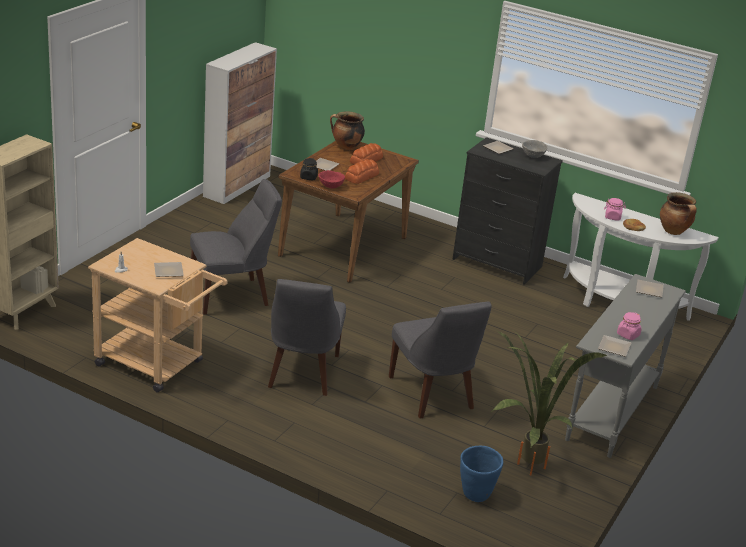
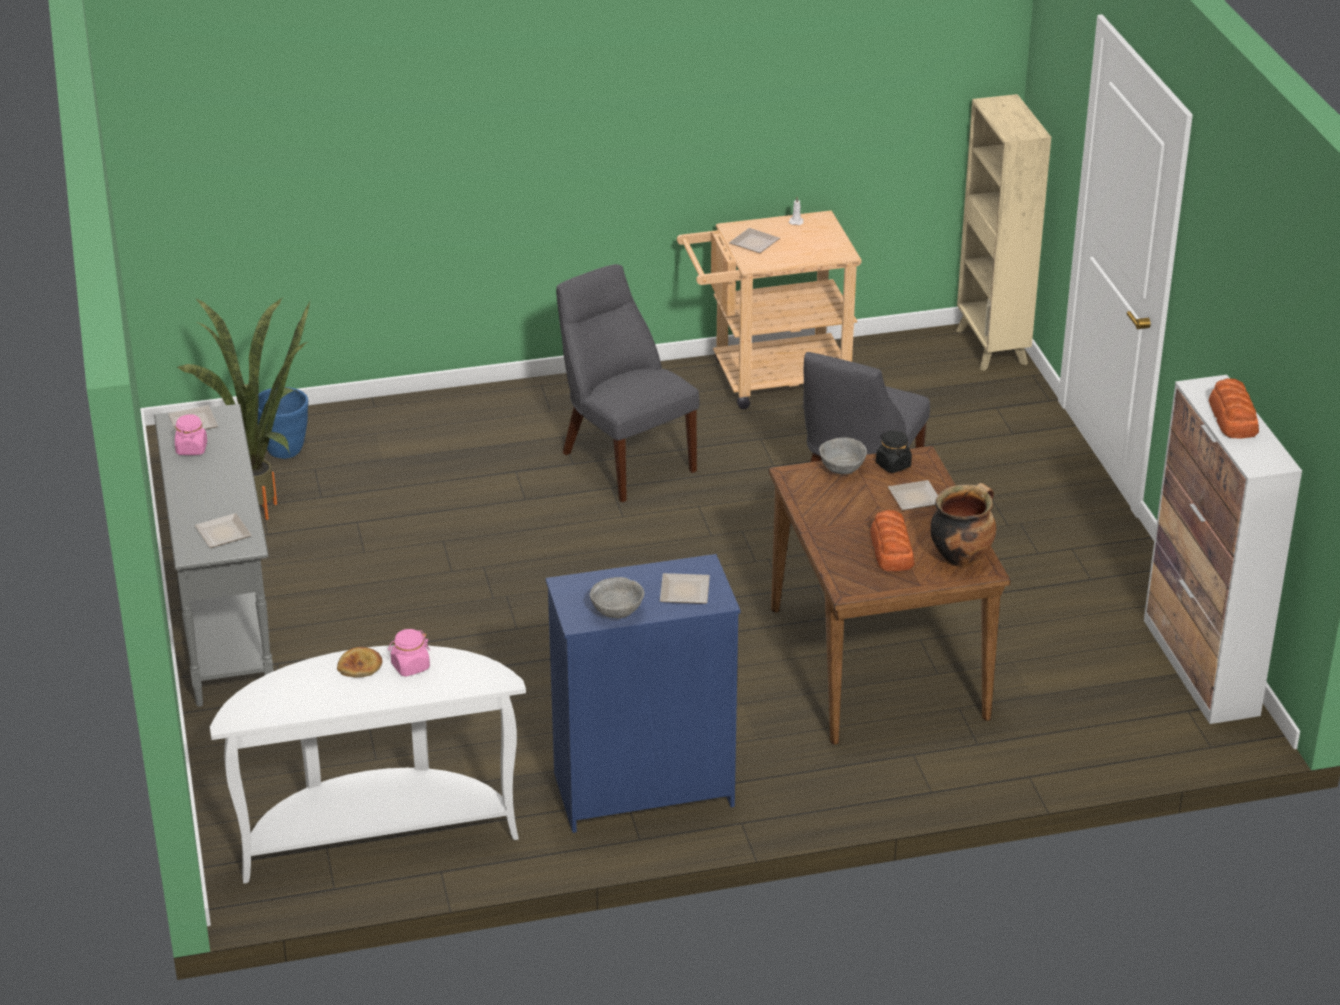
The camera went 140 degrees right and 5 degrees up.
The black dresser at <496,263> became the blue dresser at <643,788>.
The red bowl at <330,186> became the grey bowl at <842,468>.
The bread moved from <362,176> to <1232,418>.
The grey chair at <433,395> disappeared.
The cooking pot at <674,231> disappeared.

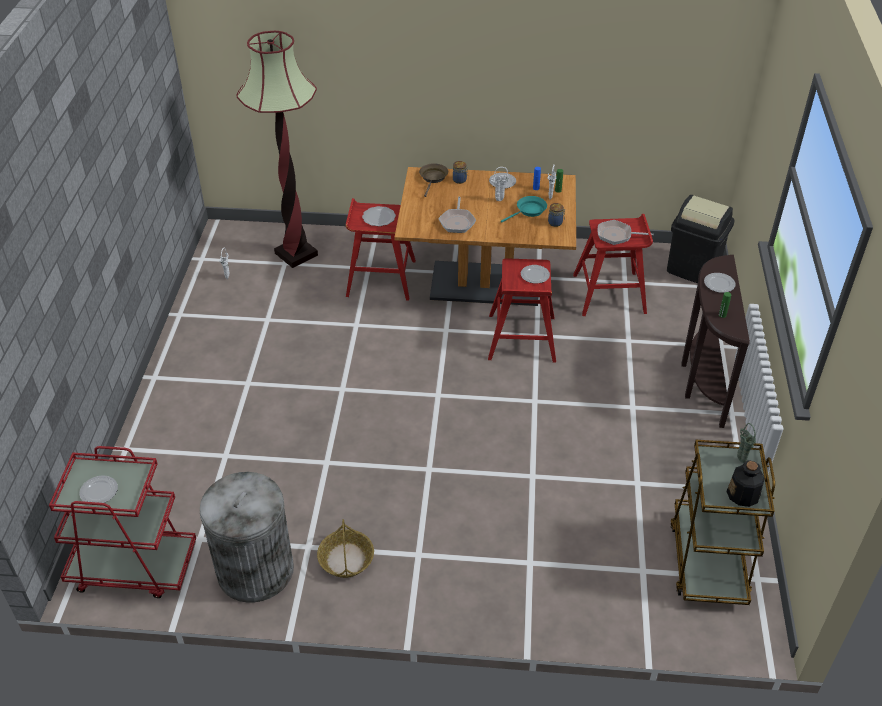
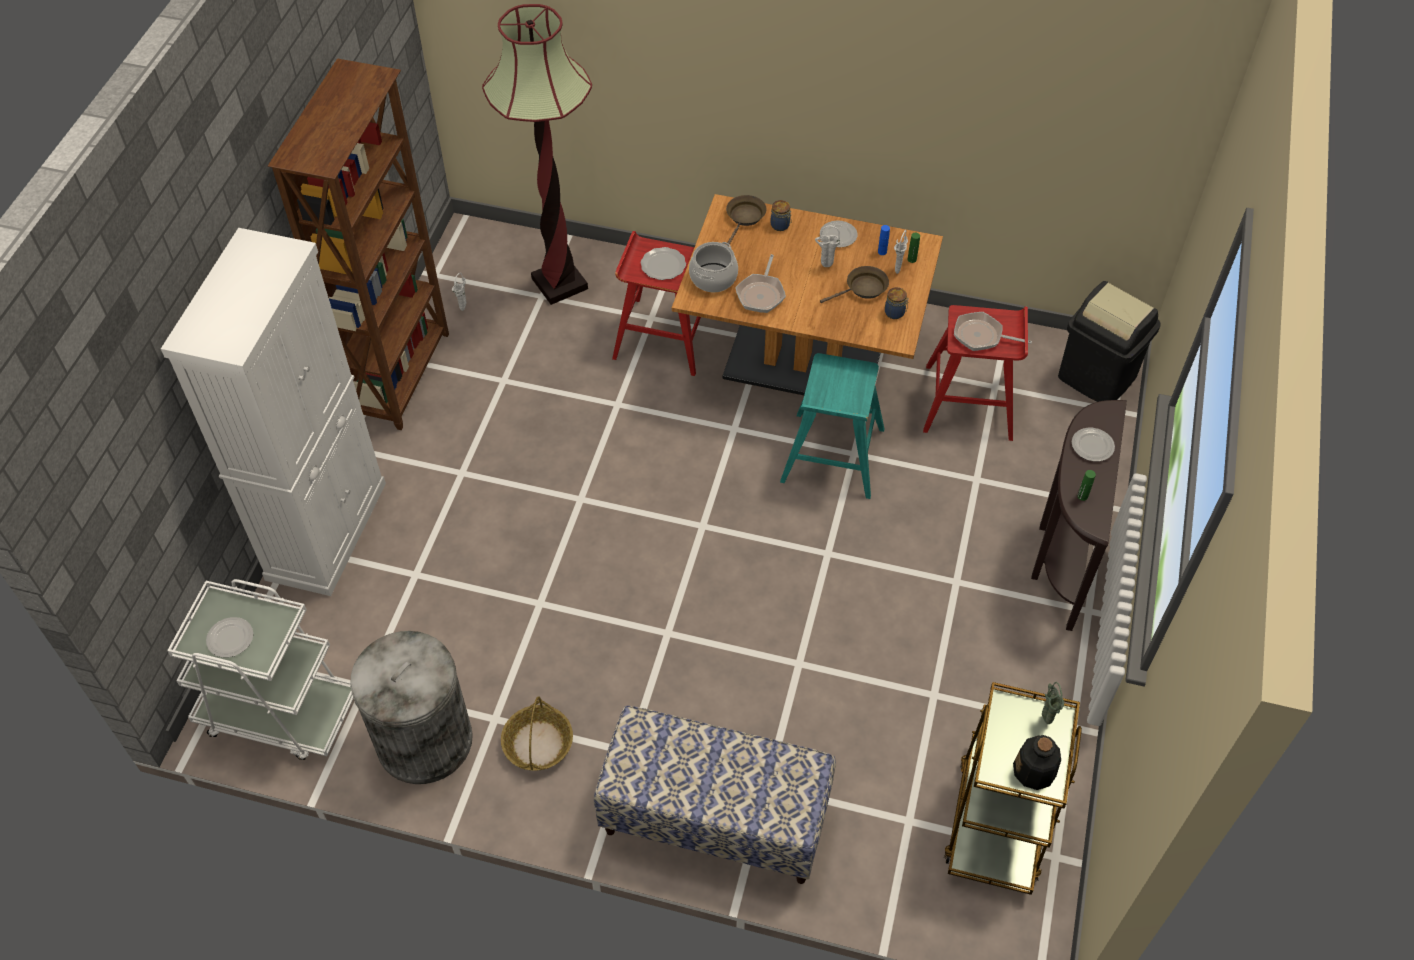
The camera went 10 degrees right and 10 degrees up.
The white cabinet at <327,530> appeared.
The red cart at <132,567> became the white cart at <278,712>.
The brown bookcase at <402,375> appeared.
The bench at <714,819> appeared.
The cooking pot at <713,278> appeared.
The red stool at <521,339> became the turquoise stool at <832,456>.
The turquoise frying pan at <529,211> became the brown frying pan at <863,289>.
The plate at <535,275> disappeared.

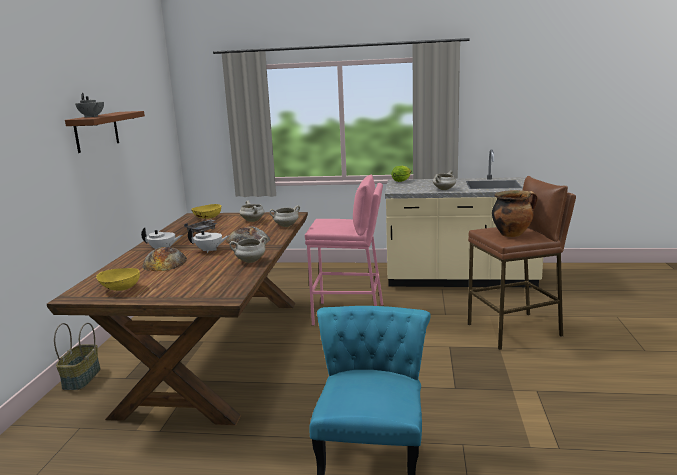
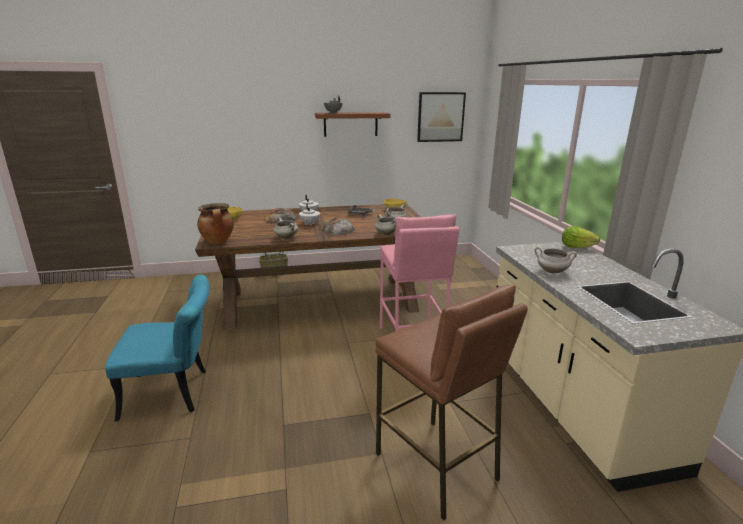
The camera went 70 degrees right and 5 degrees up.
The cooking pot moved from <512,234> to <218,242>.
The picture at <440,117> appeared.

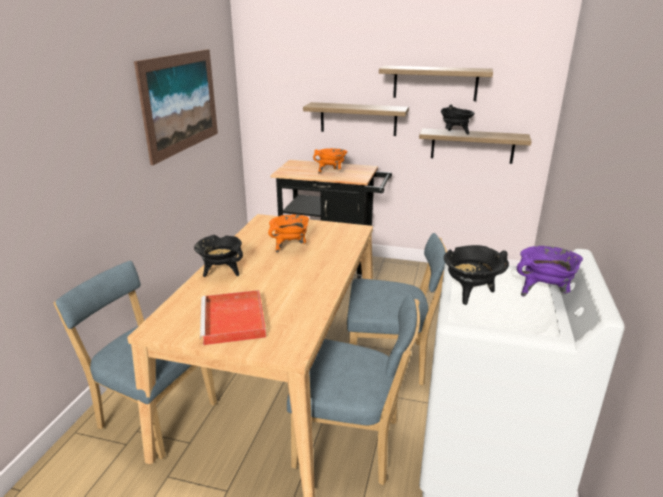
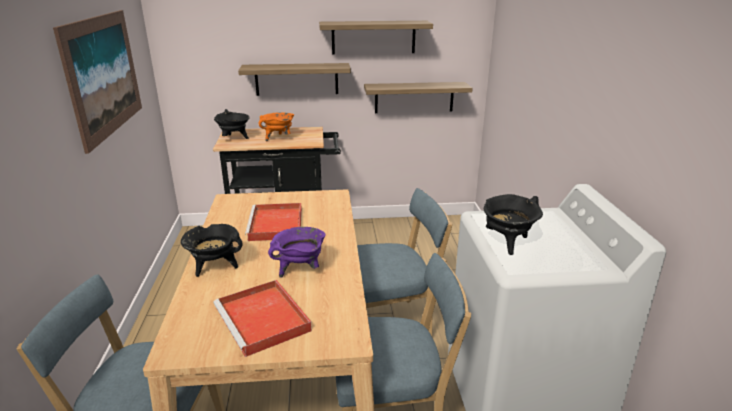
The camera went 20 degrees left and 0 degrees up.
The black cooking pot moved from <455,133> to <234,138>.
The orange cooking pot at <290,247> was replaced by the red tray at <276,225>.
The purple cooking pot moved from <543,292> to <300,269>.

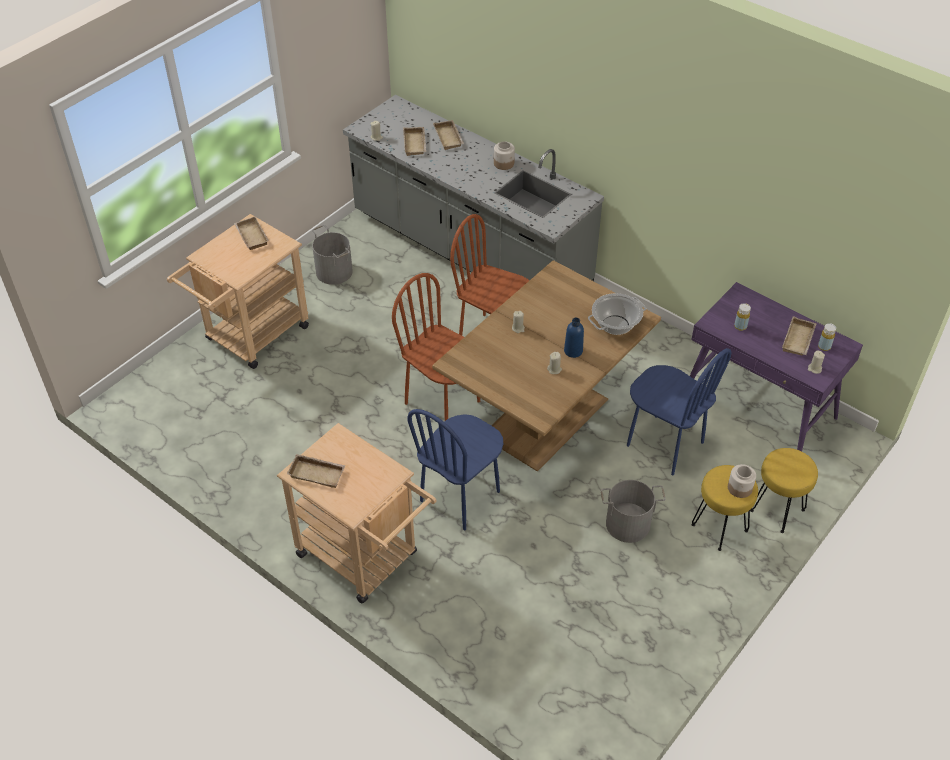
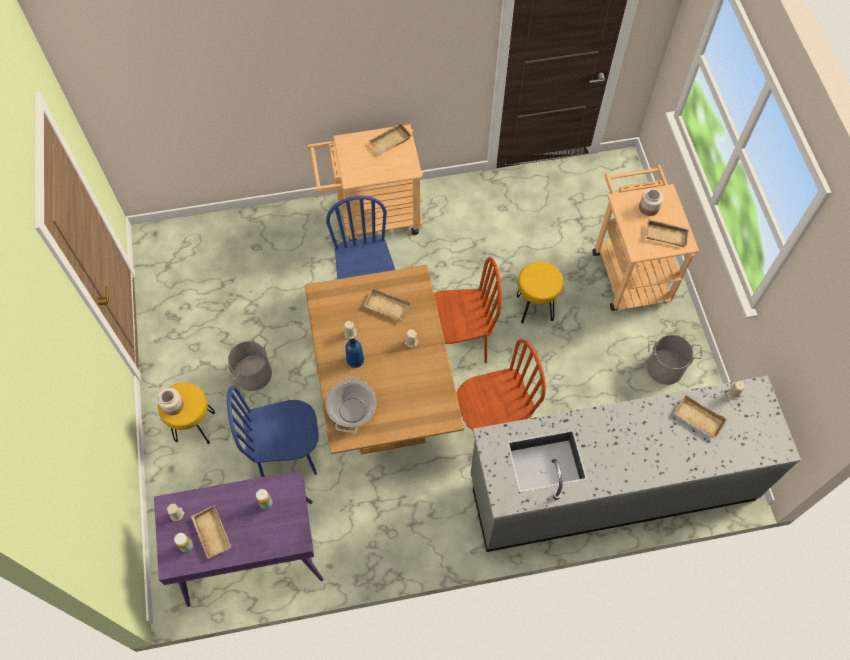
The camera went 130 degrees right and 15 degrees up.
The beige tray moved from <449,138> to <386,307>.
The yellow stool moved from <777,509> to <535,308>.
The jar moved from <504,163> to <648,208>.

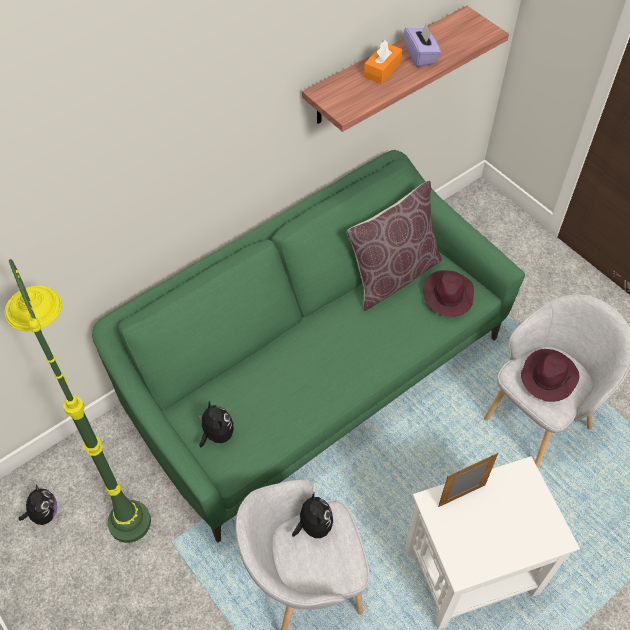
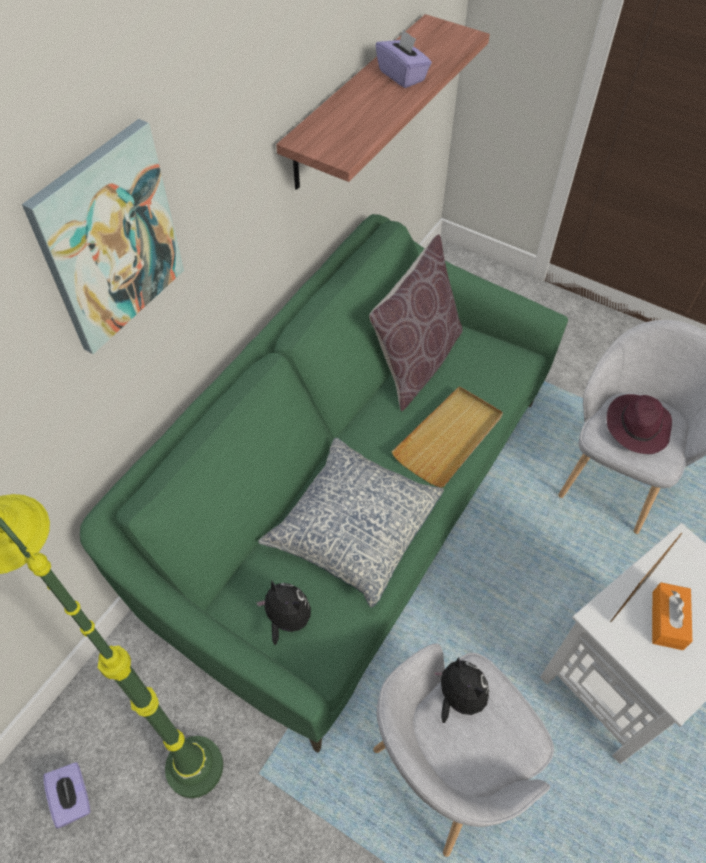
The camera went 20 degrees left and 0 degrees up.
The picture at <109,239> appeared.
The plush toy at <44,513> was replaced by the purple tissue box at <74,798>.
The pillow at <353,527> appeared.
The beige tray at <449,438> appeared.
The orange tissue box moved from <382,70> to <667,620>.
The purple hat at <447,295> disappeared.

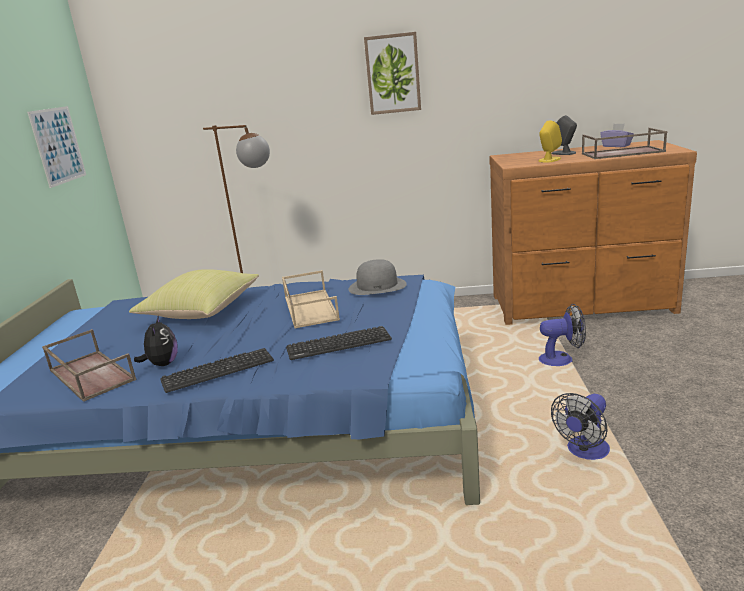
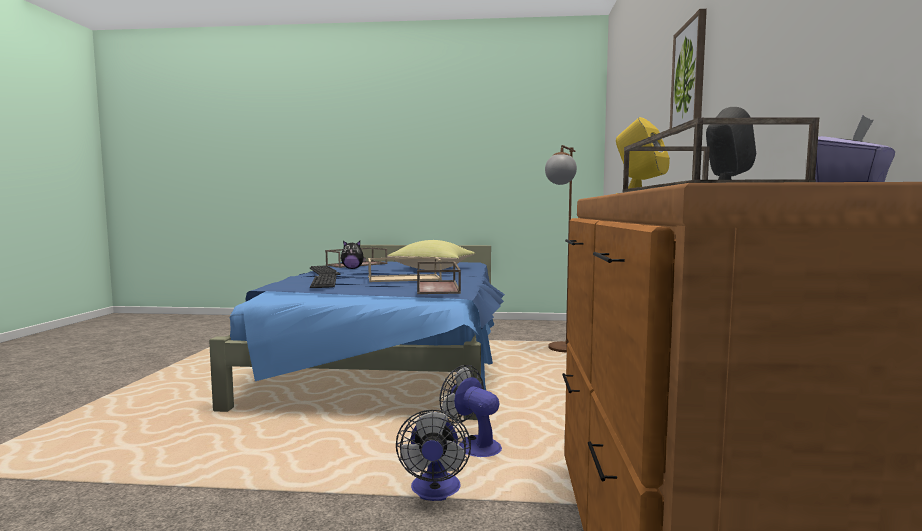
The camera went 90 degrees right and 15 degrees down.
The grey hat at <377,286> was replaced by the brown tray at <438,287>.
The fan moved from <584,452> to <473,445>.
The picture at <58,145> disappeared.

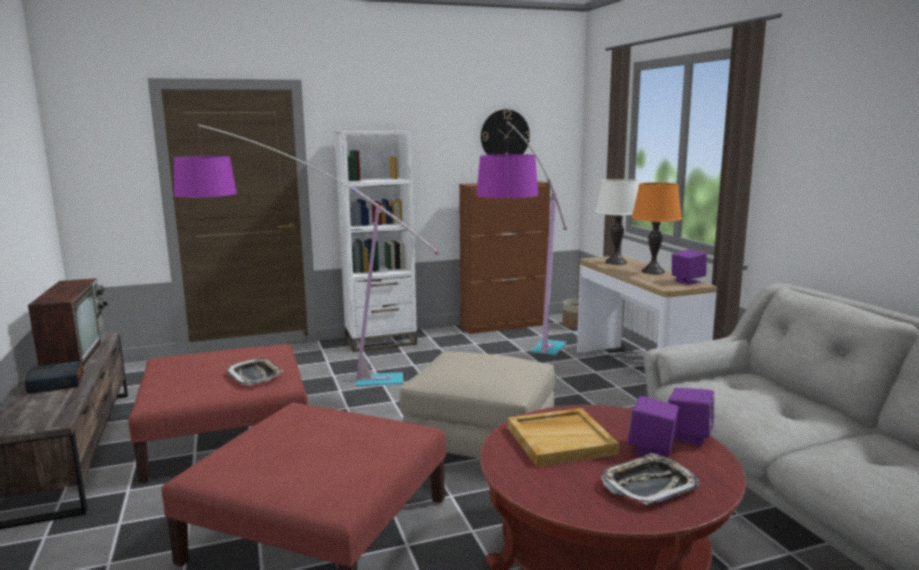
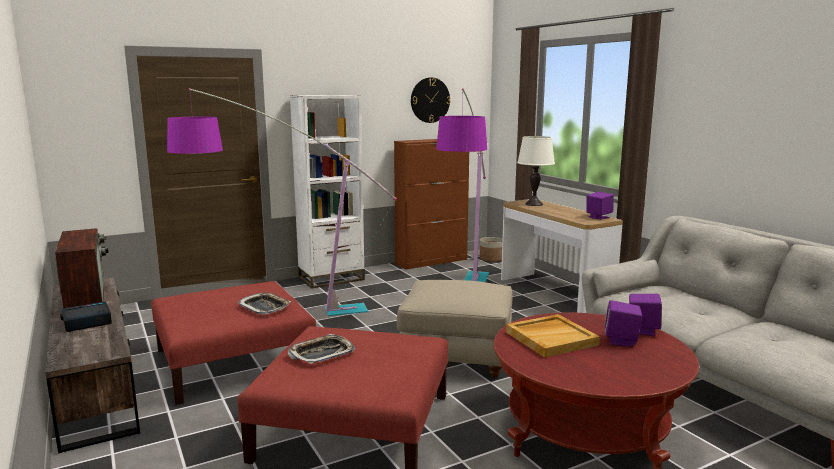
The camera went 10 degrees left and 0 degrees up.
The tray moved from <648,485> to <321,353>.
The orange table lamp at <653,271> disappeared.

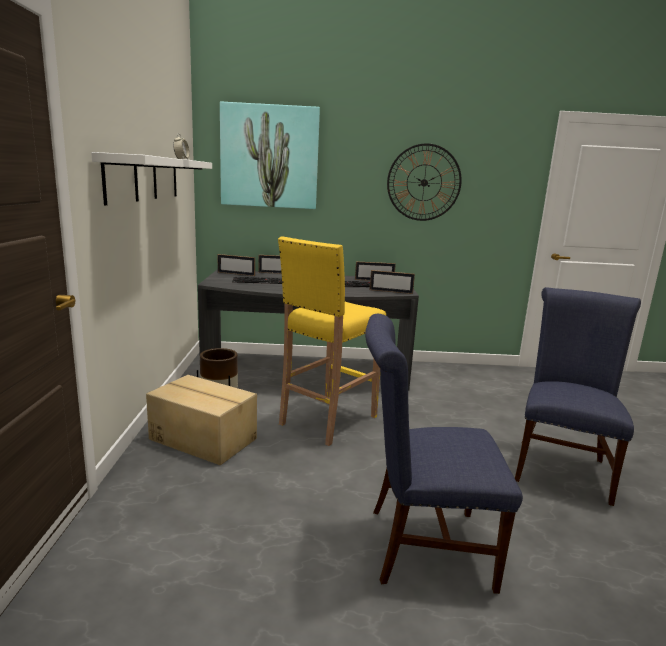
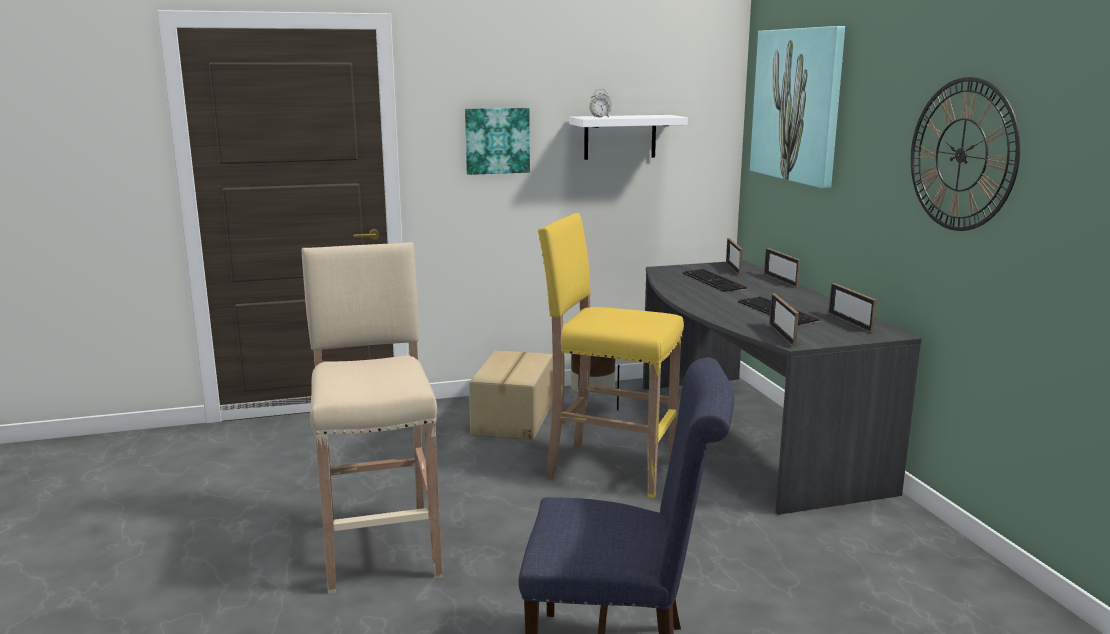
The camera went 75 degrees right and 0 degrees up.
The blue chair at <420,546> was replaced by the beige stool at <380,547>.
The white shelf at <120,179> was replaced by the picture at <497,140>.

